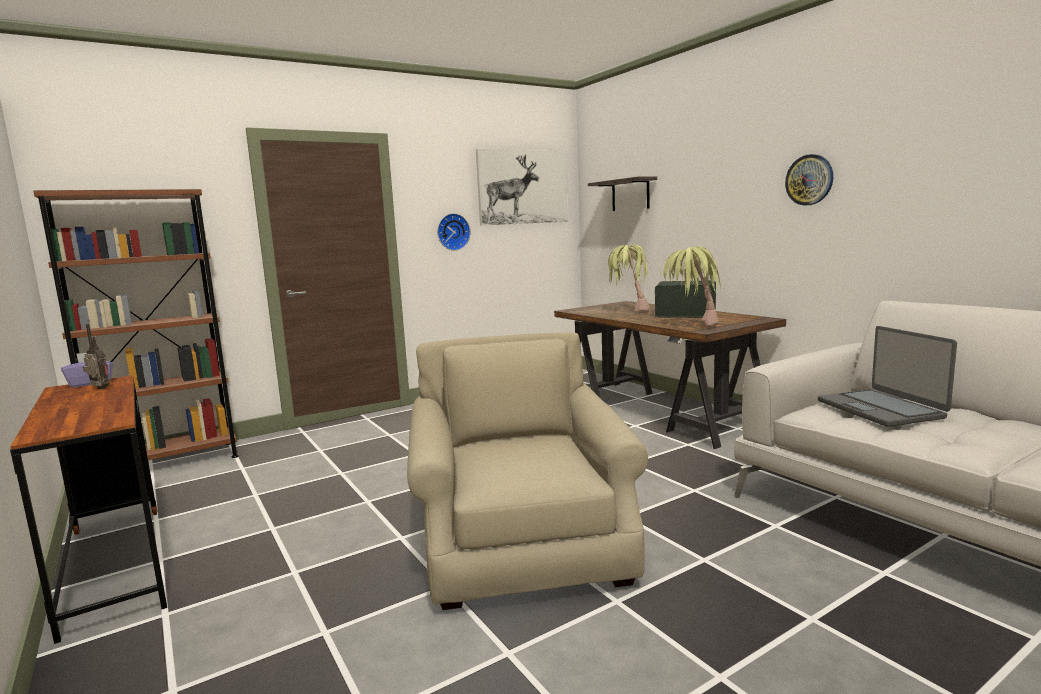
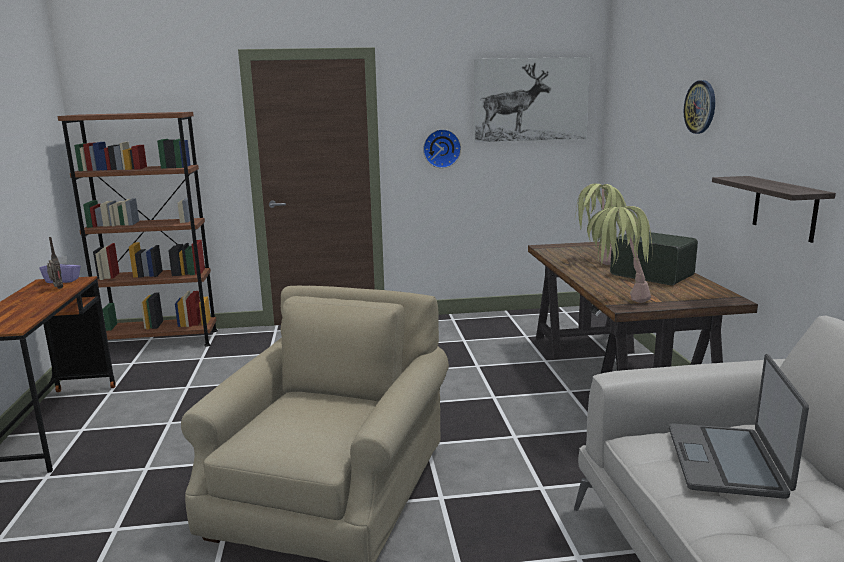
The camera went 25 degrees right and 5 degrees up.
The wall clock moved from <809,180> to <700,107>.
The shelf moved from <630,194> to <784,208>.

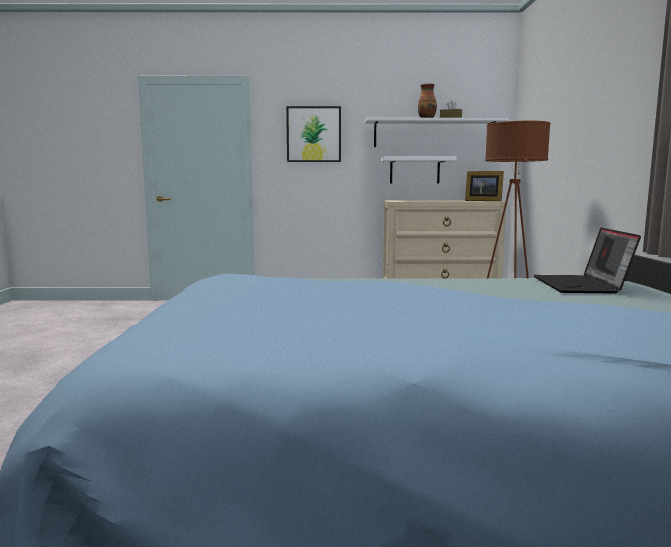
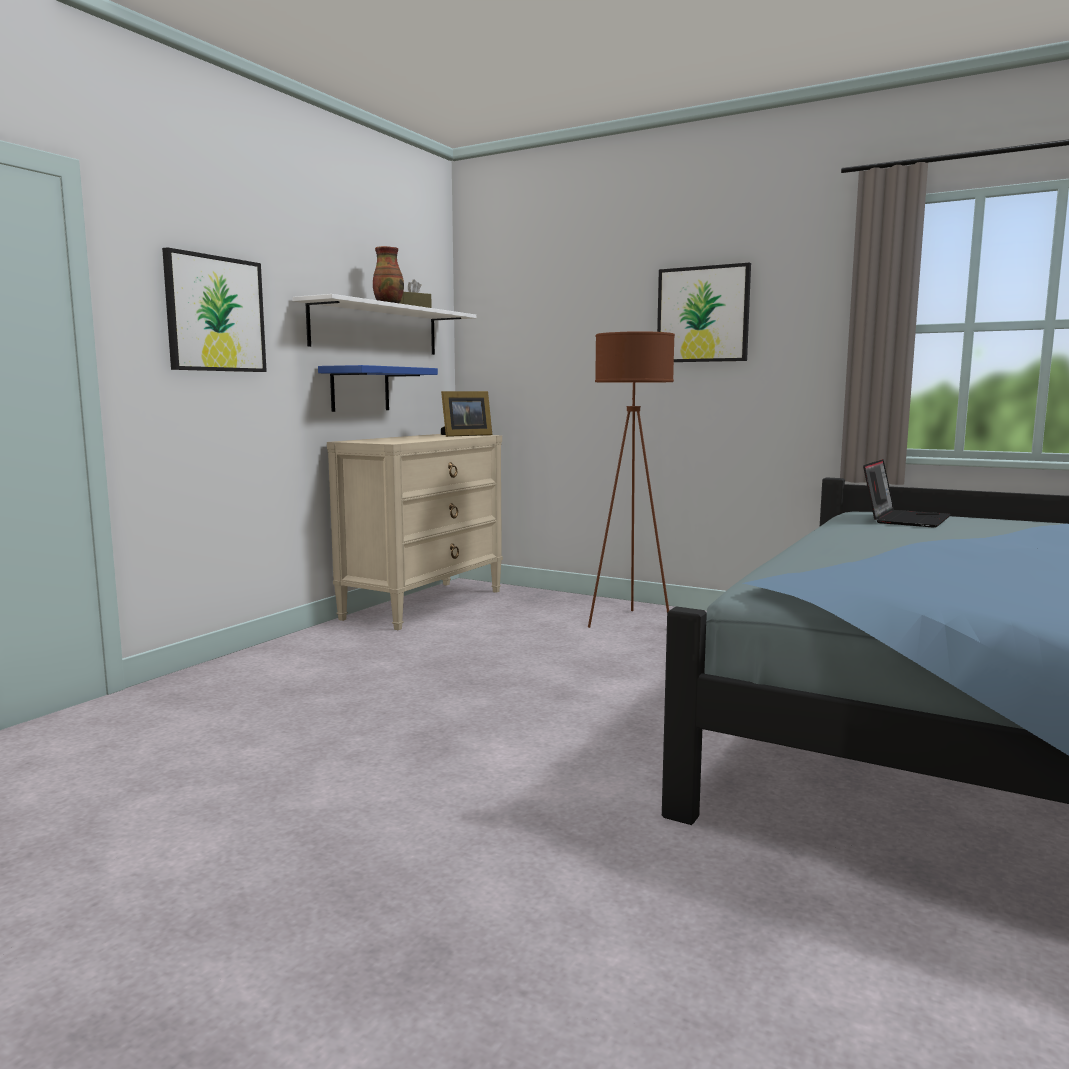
The camera went 60 degrees left and 0 degrees up.
The white shelf at <414,170> became the blue shelf at <360,389>.
The picture at <703,314> appeared.
The laptop at <582,286> turned 90 degrees counterclockwise.

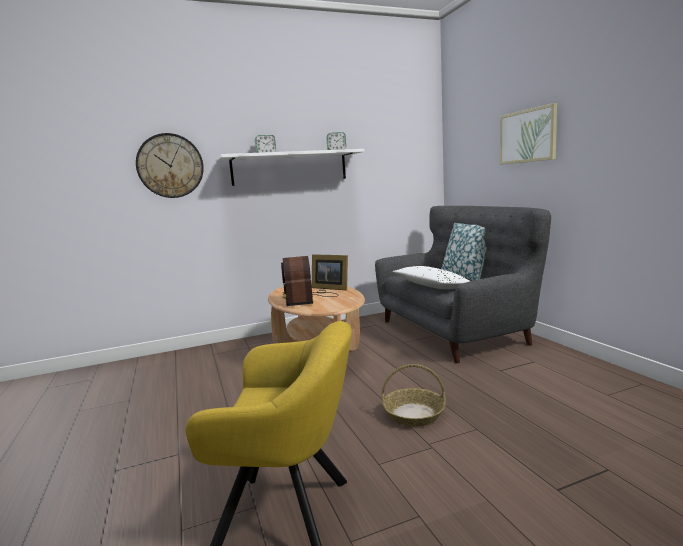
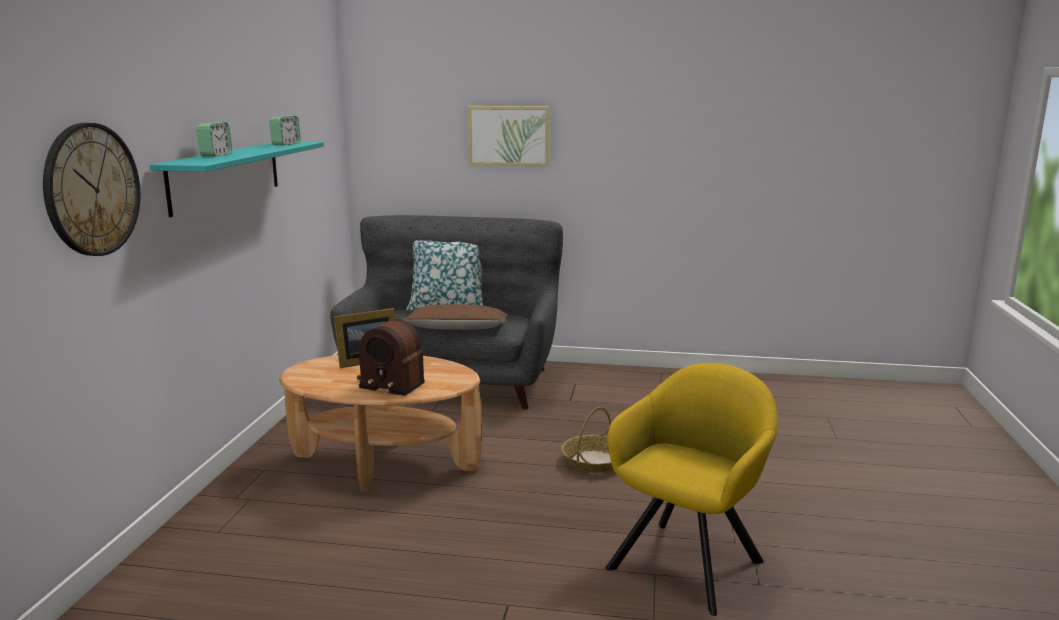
The camera went 60 degrees left and 5 degrees up.
The white shelf at <290,168> became the turquoise shelf at <226,175>.
The white pillow at <431,286> became the brown pillow at <457,329>.

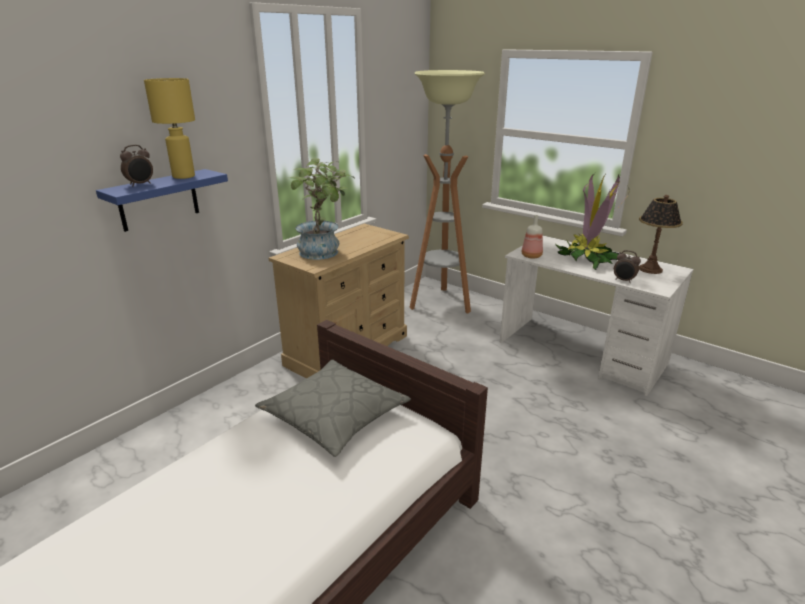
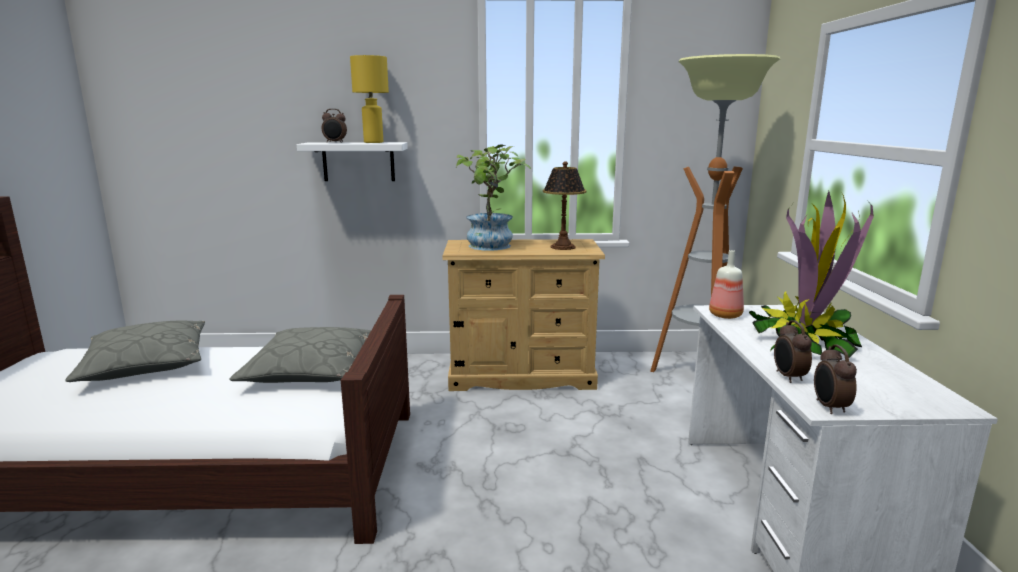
The camera went 50 degrees right and 10 degrees down.
The grey pillow at <146,364> appeared.
The blue shelf at <158,200> became the white shelf at <358,161>.
The table lamp moved from <650,269> to <562,247>.
The alarm clock at <829,407> appeared.

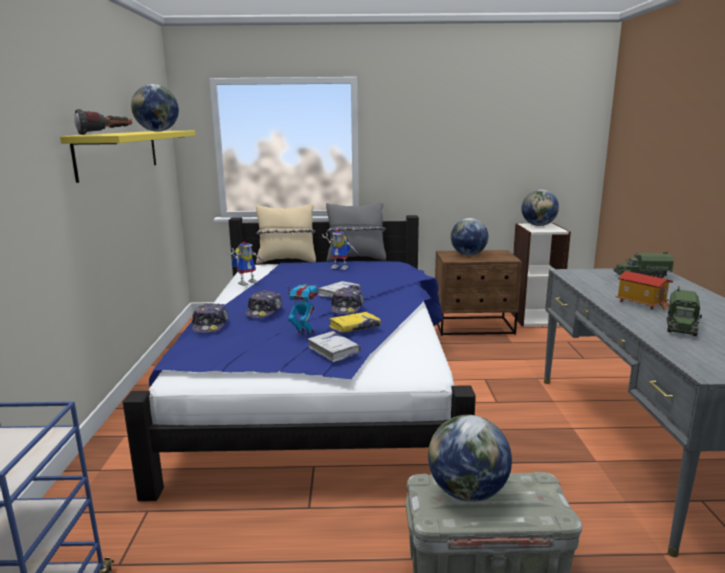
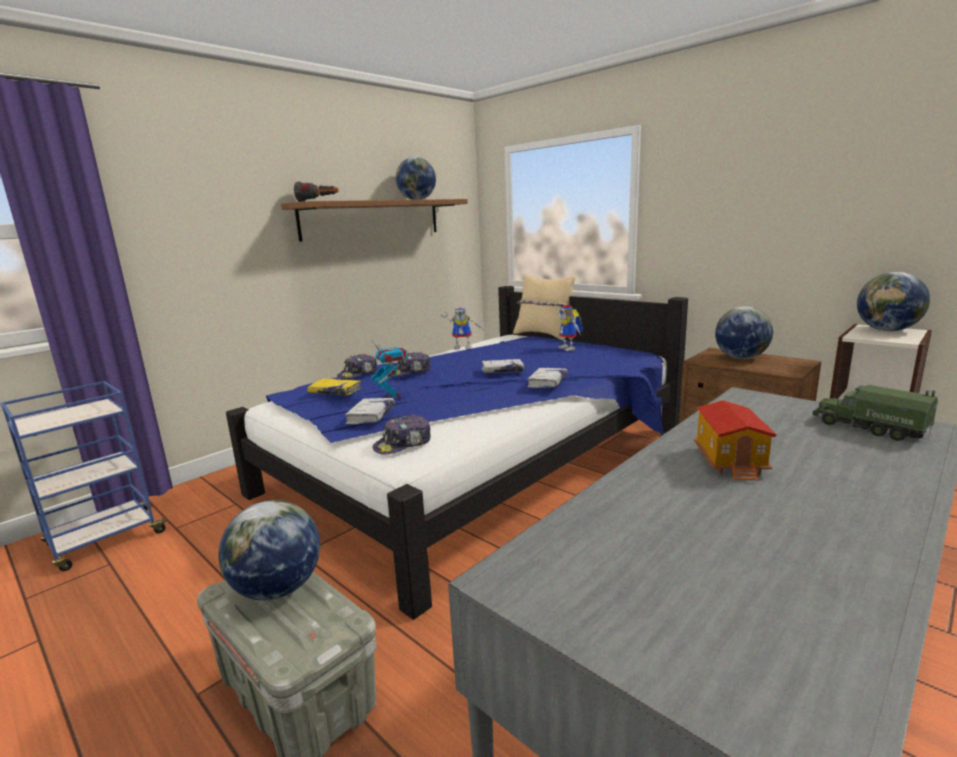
The camera went 45 degrees right and 0 degrees up.
The yellow shelf at <119,152> became the brown shelf at <373,219>.
The yellow book moved from <354,327> to <335,392>.
The cap moved from <347,308> to <403,444>.
The white book at <547,383> appeared.
The grey pillow at <356,258> disappeared.
The toy truck at <681,326> disappeared.

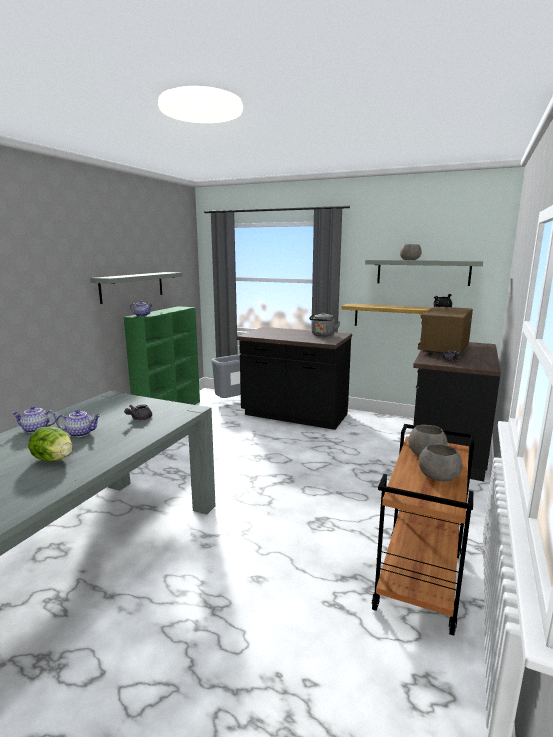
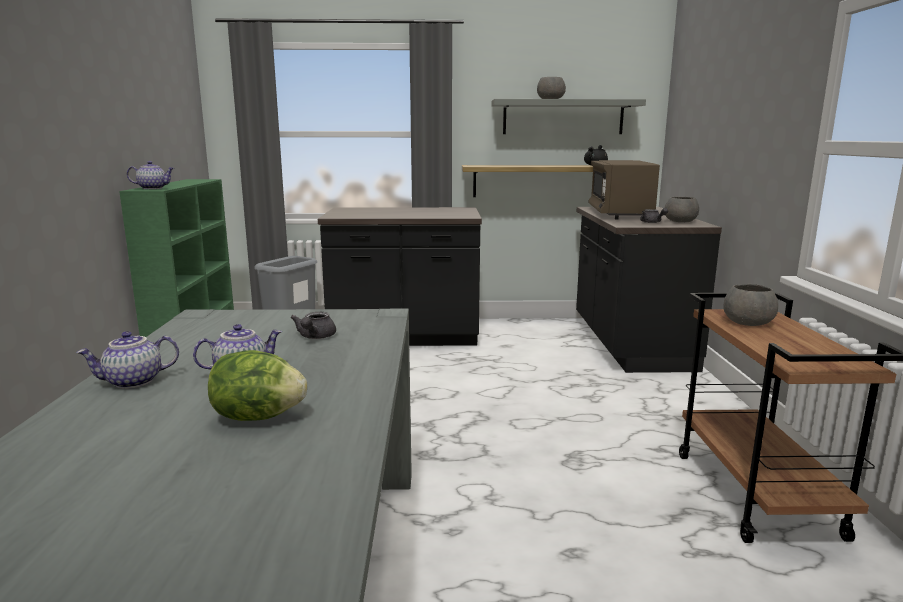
The camera went 25 degrees left and 0 degrees up.
The grey bowl moved from <439,476> to <681,221>.
The grey shelf at <132,286> disappeared.
The grey kettle at <323,335> disappeared.

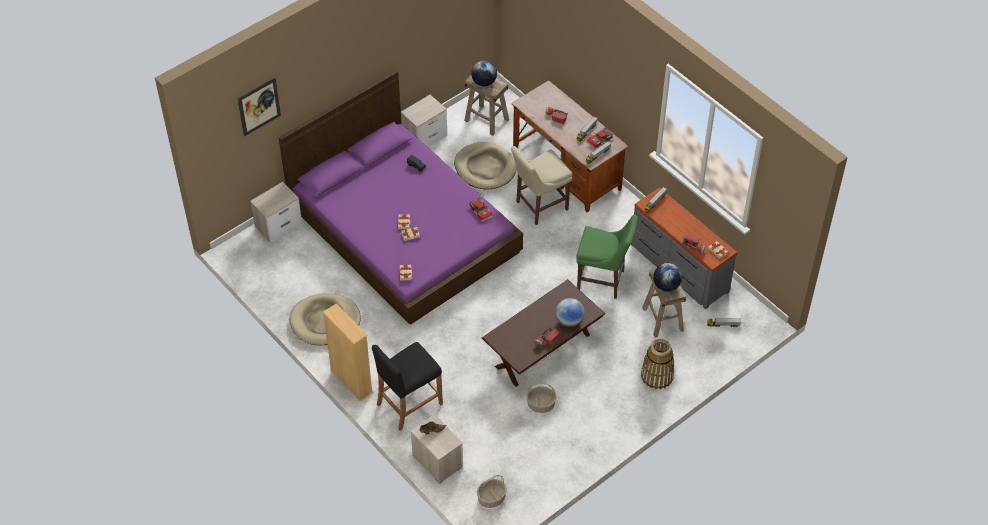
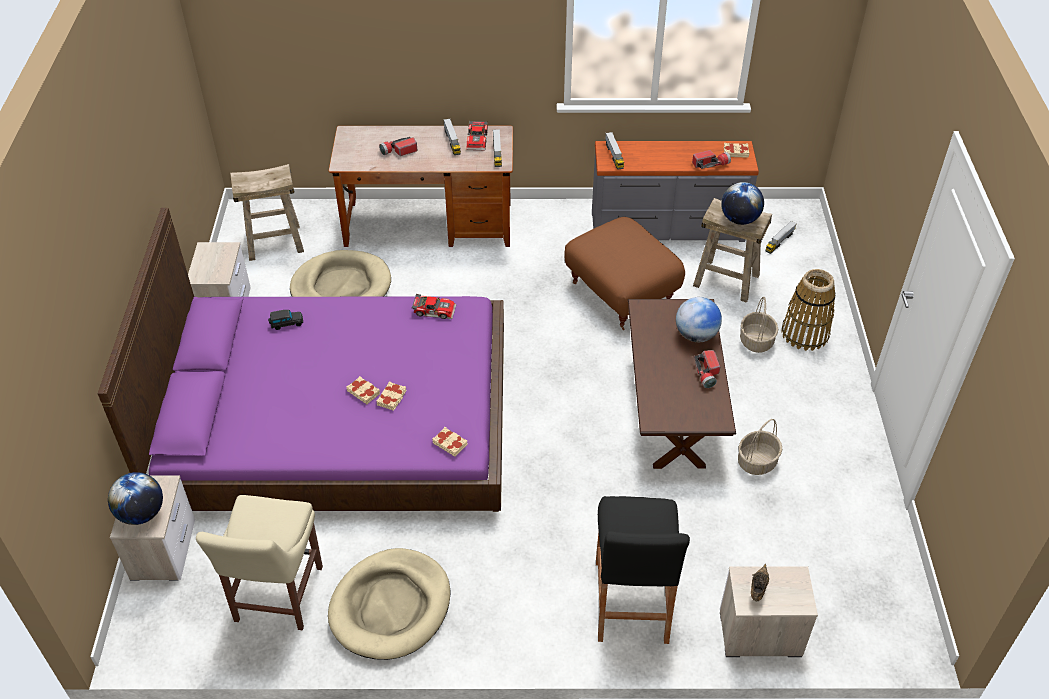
The camera went 50 degrees left and 5 degrees down.
The globe moved from <484,82> to <141,513>.
The beige chair moved from <539,206> to <276,598>.
The green chair at <603,281> was replaced by the brown ottoman at <622,293>.
The basket moved from <491,498> to <756,341>.
The picture at <259,106> disappeared.
The beige bookcase at <351,381> disappeared.

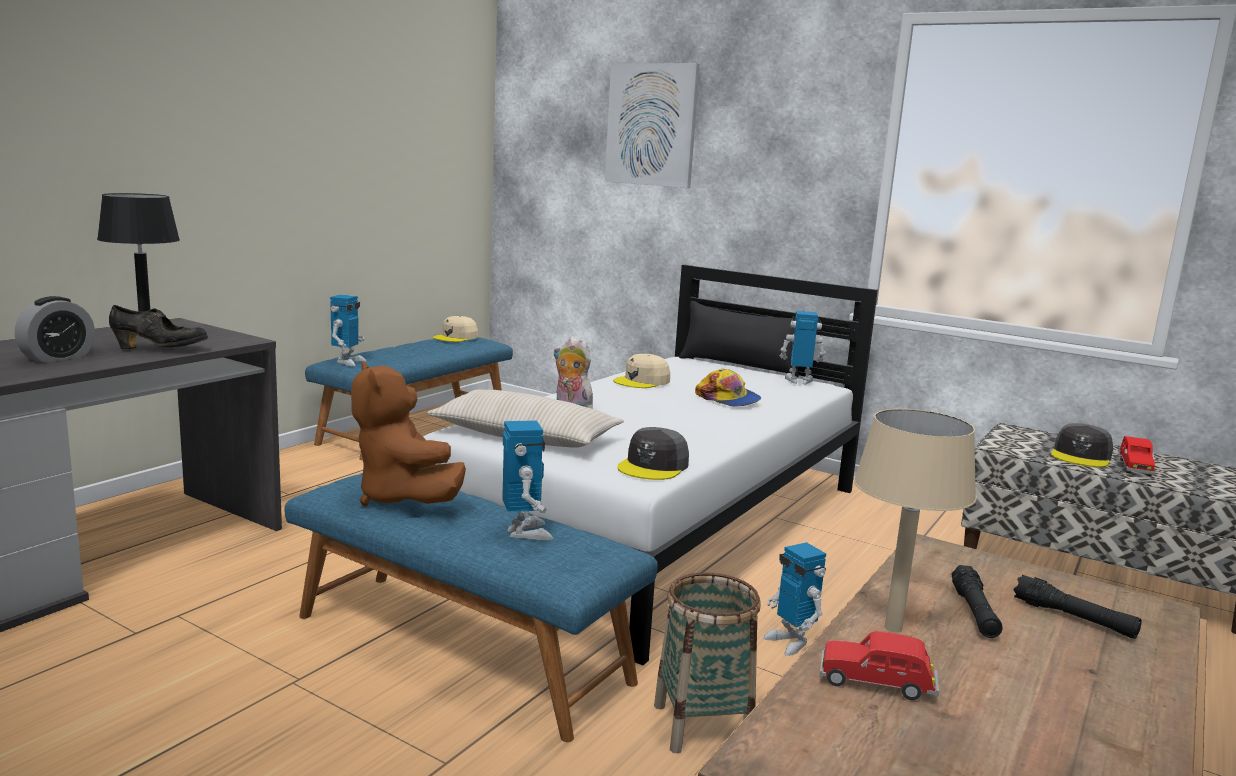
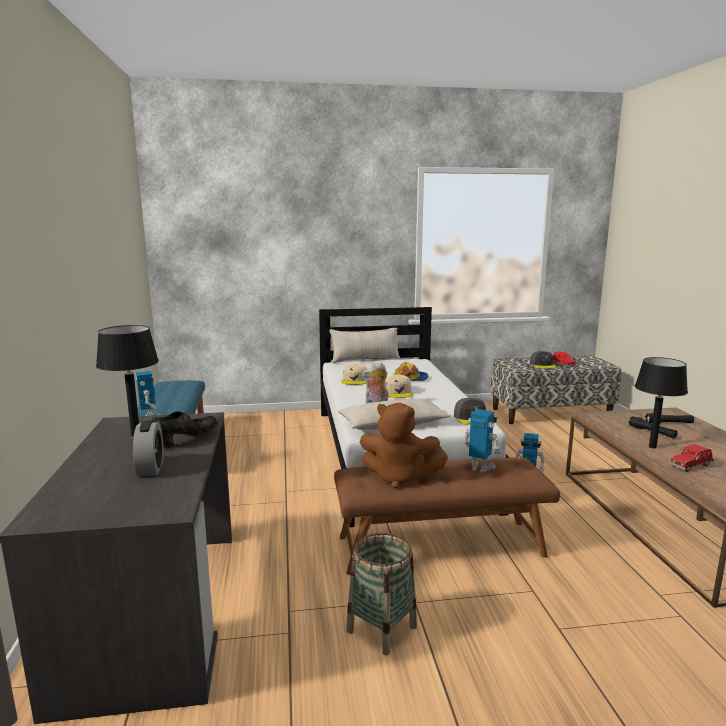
The camera went 40 degrees left and 0 degrees up.
The black pillow at <740,366> became the beige pillow at <365,359>.
The blue bench at <462,647> became the brown bench at <440,545>.
The basket moved from <701,725> to <381,629>.
The beige cap moved from <456,337> to <398,392>.
The beige table lamp at <893,627> became the black table lamp at <652,447>.
The picture at <652,125> disappeared.
The toy robot at <799,381> disappeared.

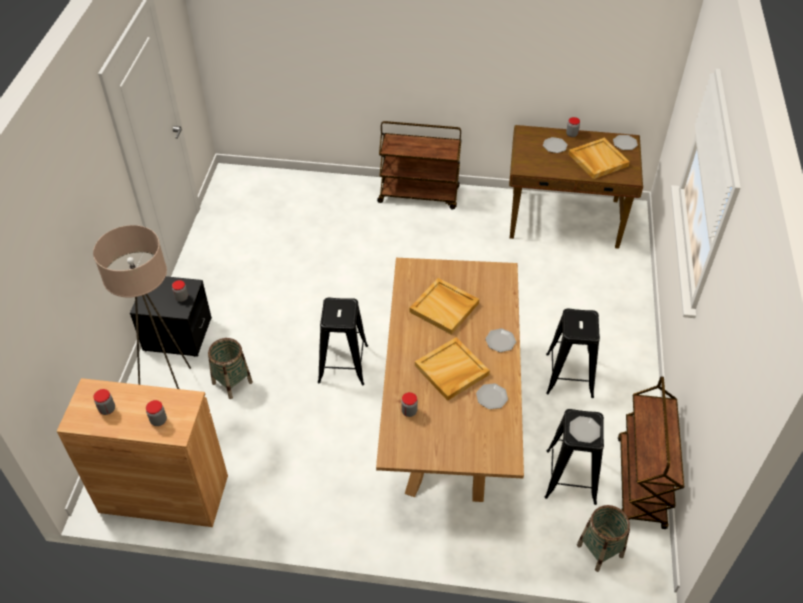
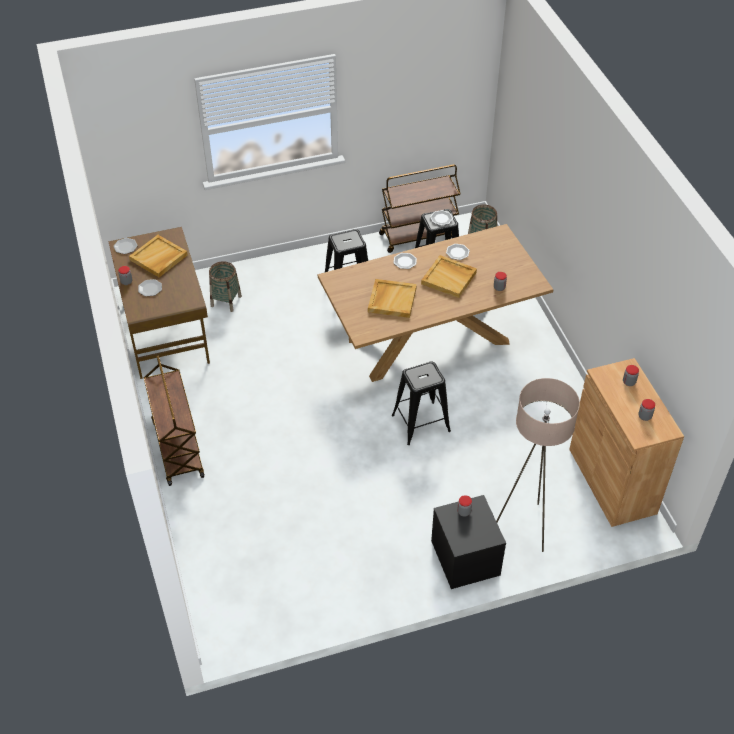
The camera went 115 degrees left and 0 degrees up.
The basket moved from <232,382> to <226,301>.

